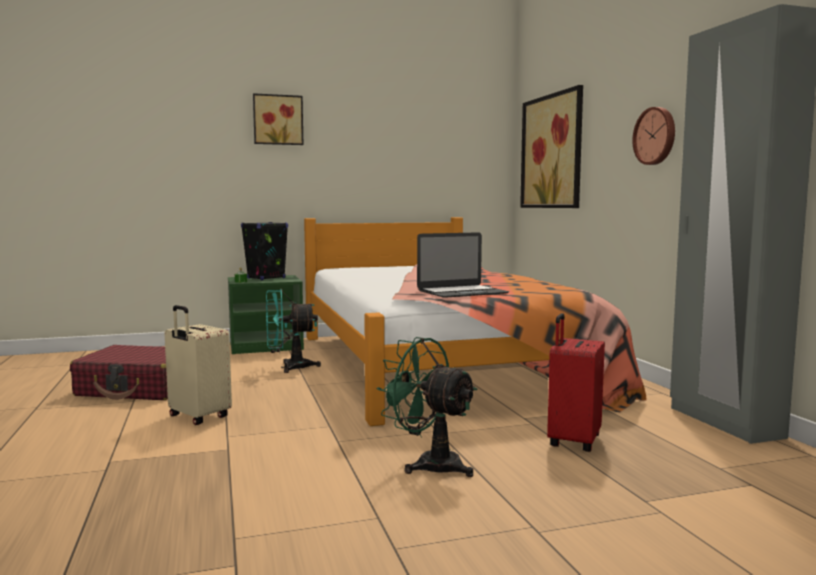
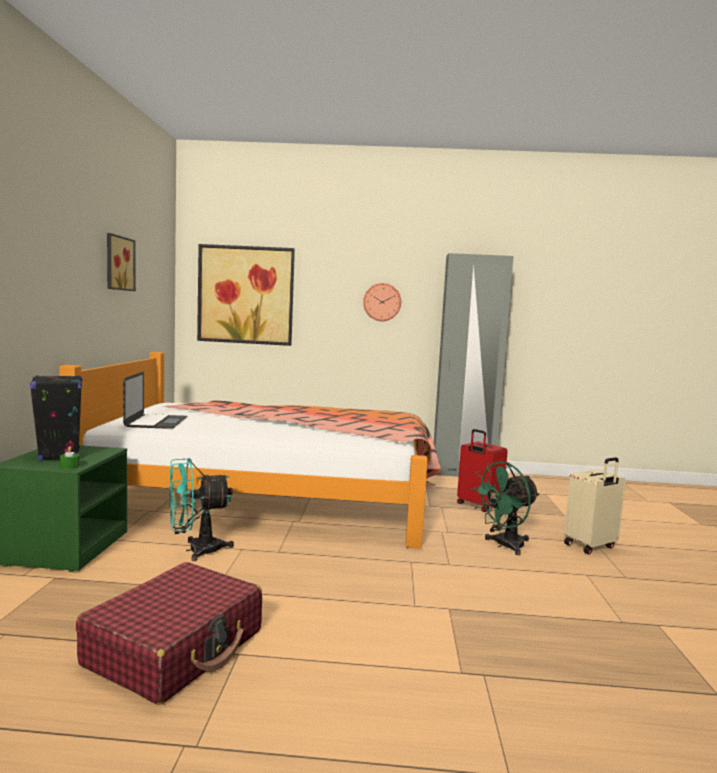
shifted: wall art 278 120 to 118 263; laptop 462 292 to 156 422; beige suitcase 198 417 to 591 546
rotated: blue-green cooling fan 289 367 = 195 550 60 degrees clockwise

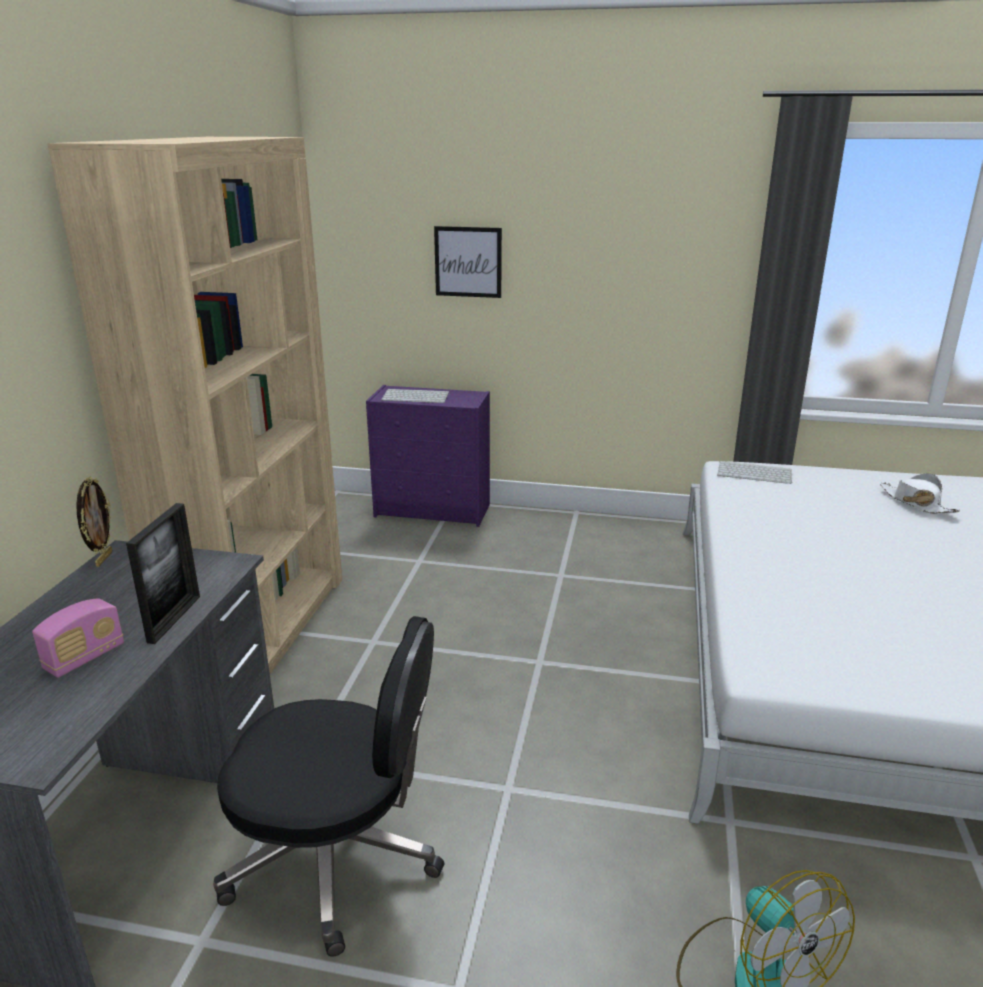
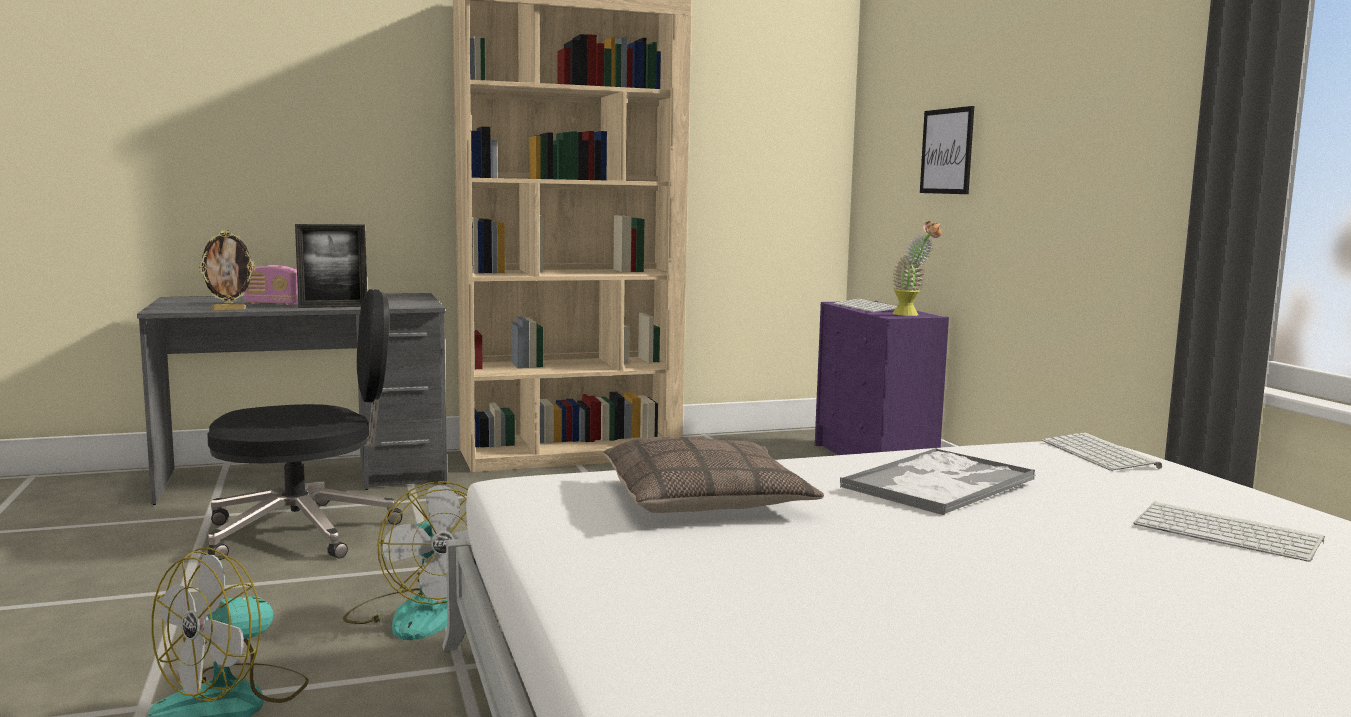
new: cooling fan 417 613; pillow 706 499; serving tray 940 483; potted plant 912 314
shifted: standing frame 103 559 to 229 310
swapped: whitish clothing hat 916 503 to computer keyboard 1229 533
rotated: black-coloured computer chair 338 858 = 306 531 90 degrees counterclockwise

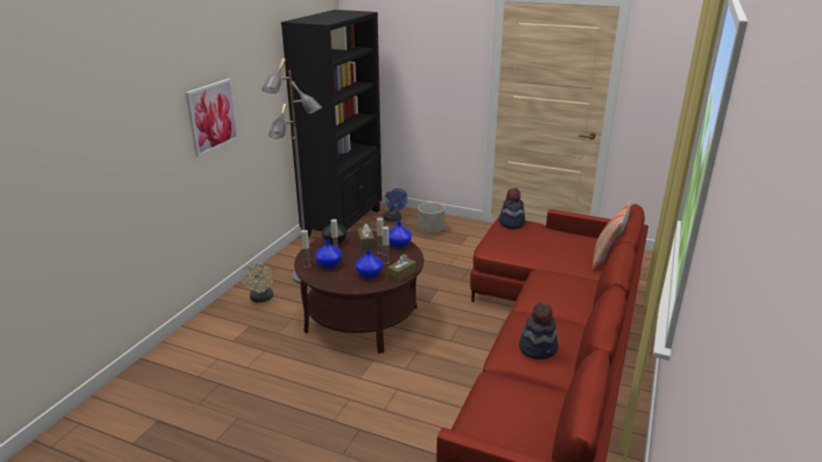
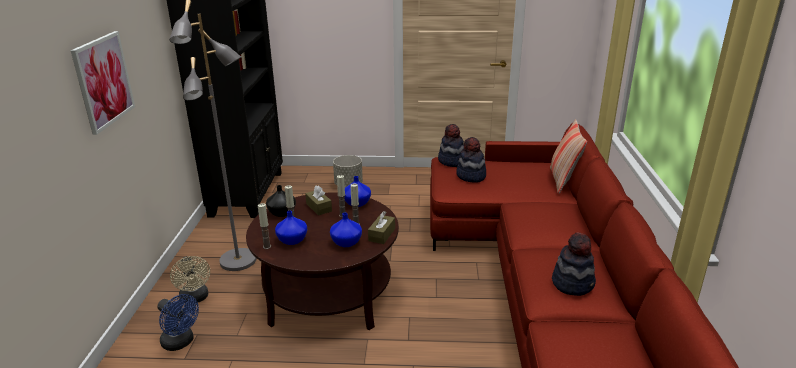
new: clothing hat 470 176
shifted: blue-coloured cooling fan 394 219 to 181 343

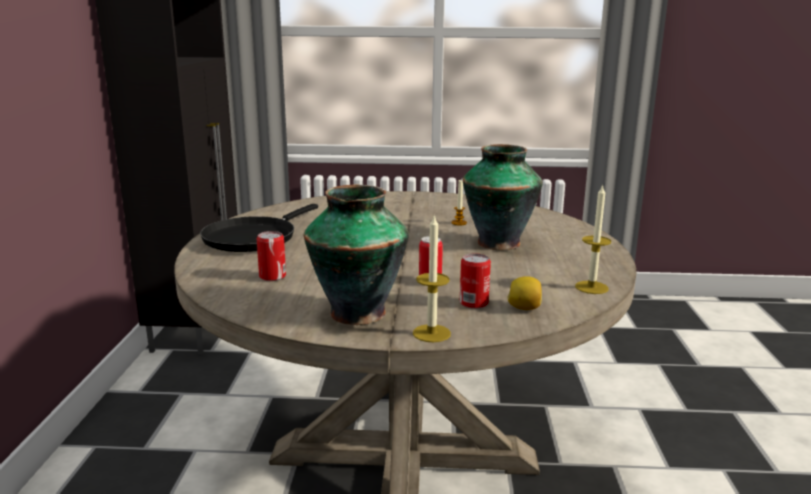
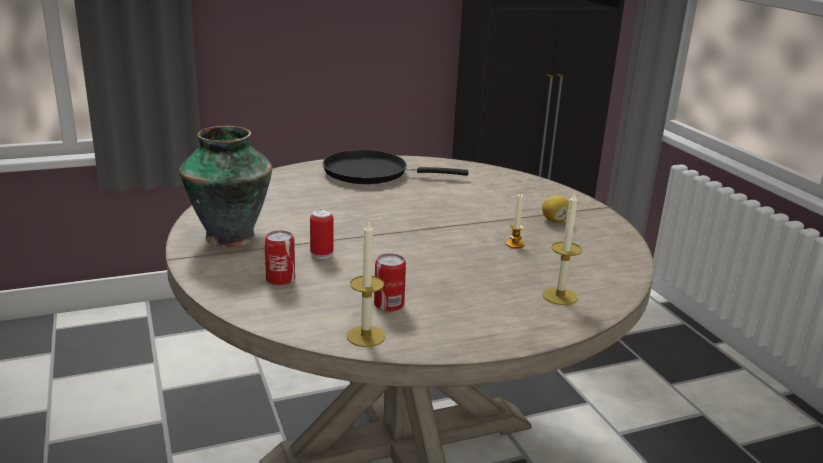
gone: flower vase 497 242
shifted: can 272 276 to 389 304; citrus fruit 524 308 to 554 220; wax light 431 333 to 560 296

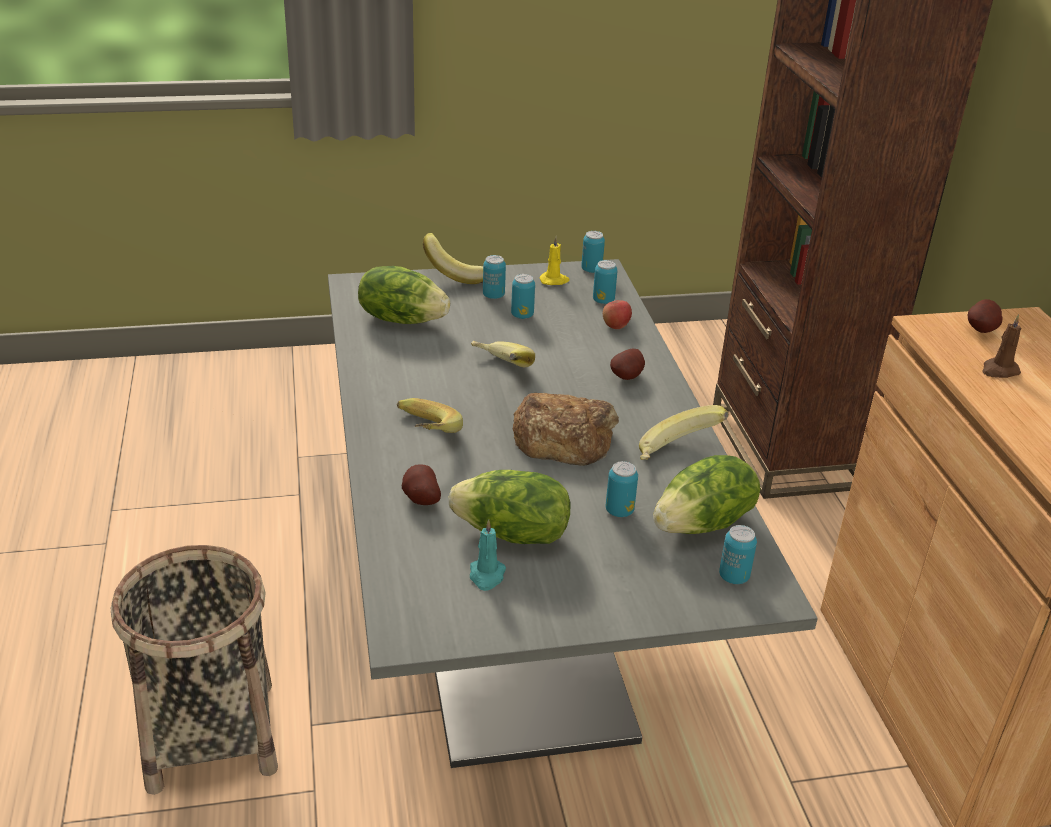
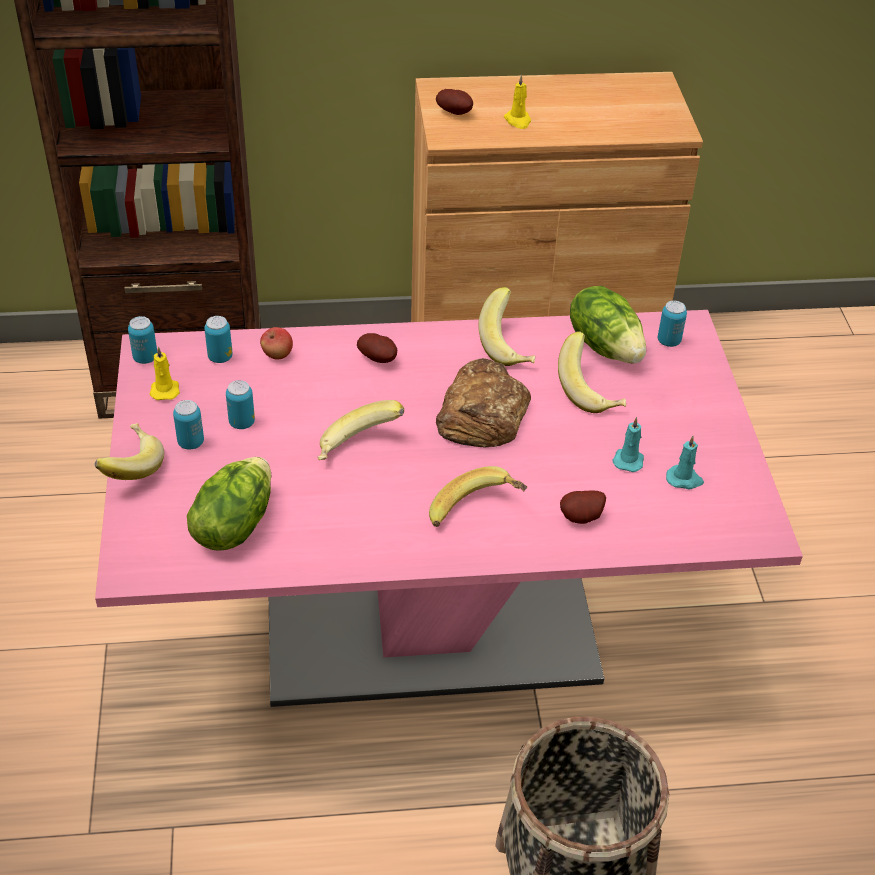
swapped: can 619 511 to whole banana 591 391; head of lettuce 512 534 to blue-green wax light 628 460
repainted: grey dining table 515 628 to pinkish dining table 430 623; brownish wax light 999 370 to yellow-coloured wax light 518 121

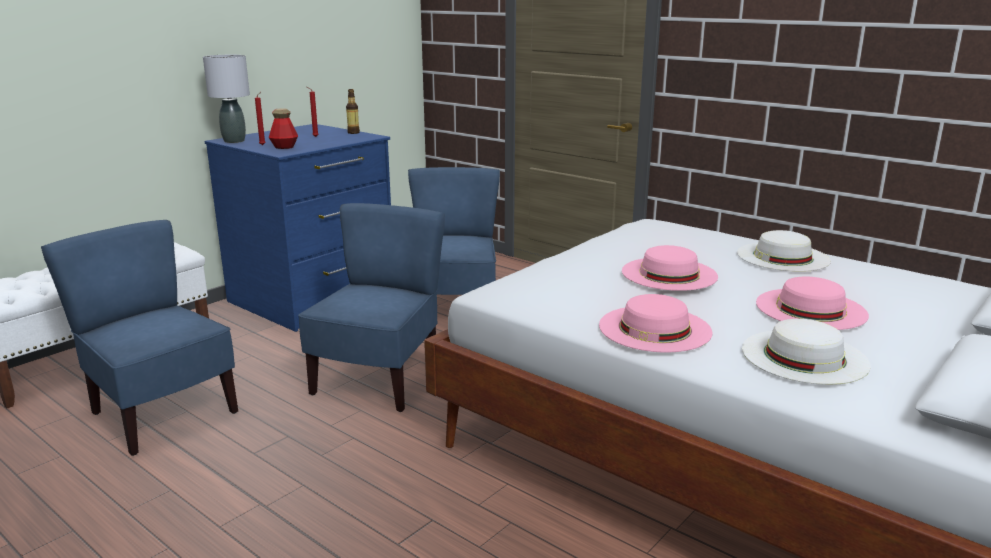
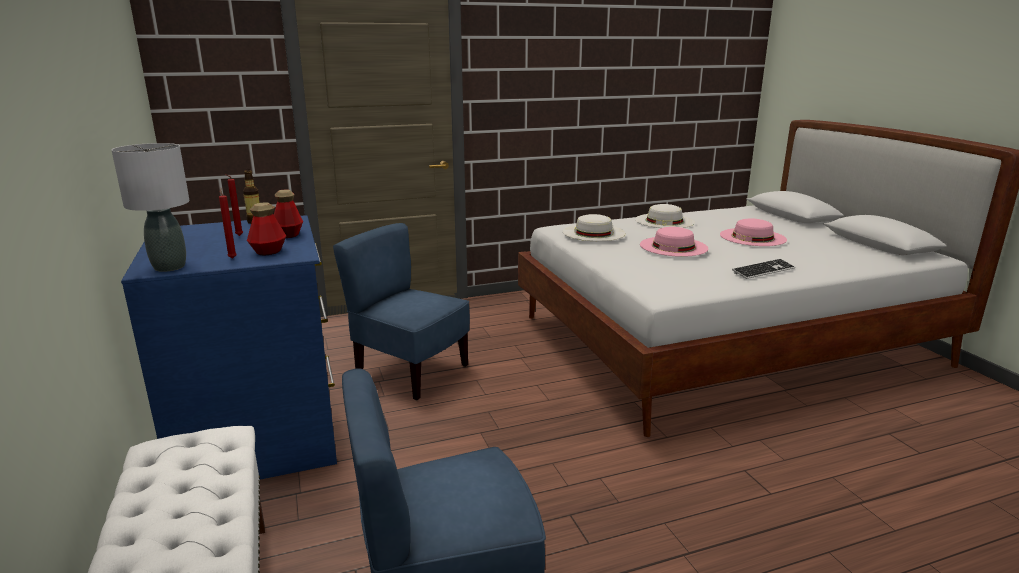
gone: blue-coloured plain chair 378 381
new: bottle 288 235
shifted: whitish clothing hat 804 356 to 593 232
swapped: pinkish clothing hat 654 328 to computer keyboard 763 270

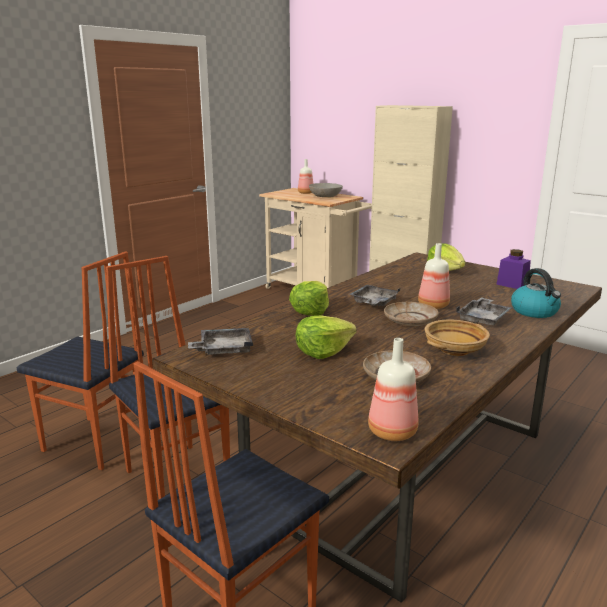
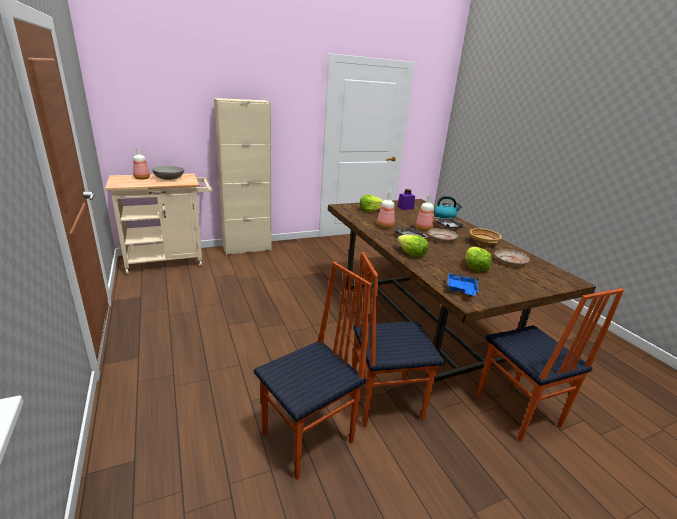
shifted: bottle 391 433 to 385 226
repainted: grey serving tray 223 349 to blue-coloured serving tray 461 289

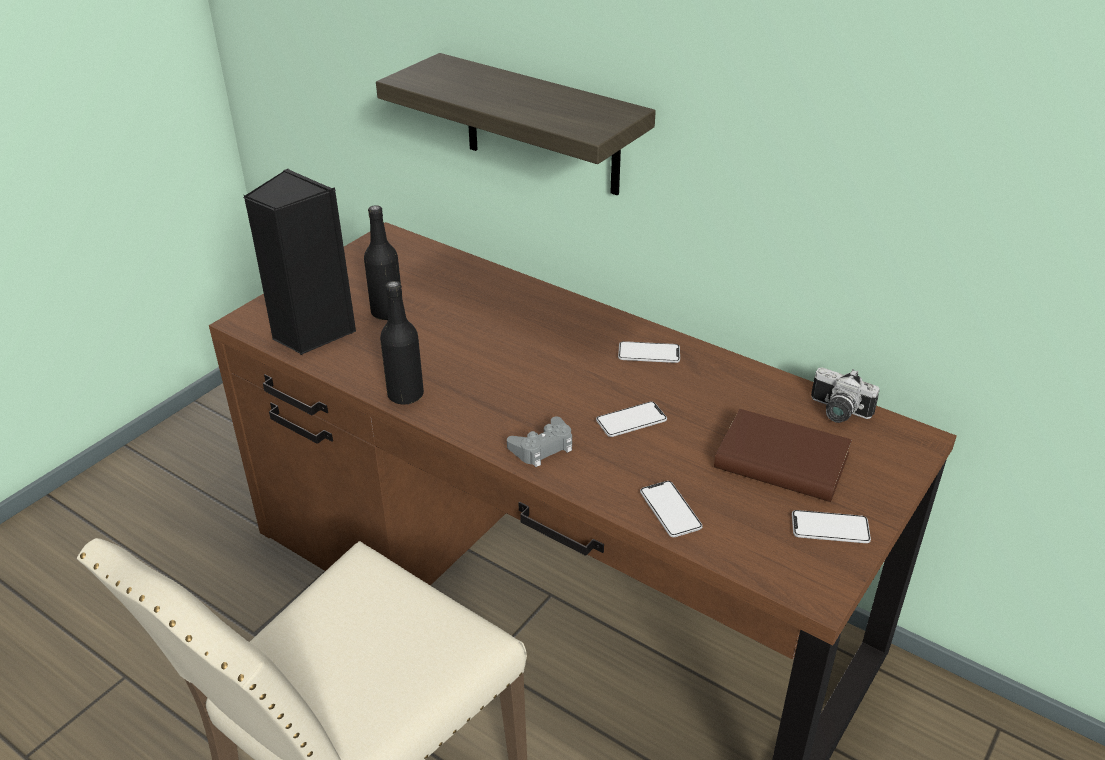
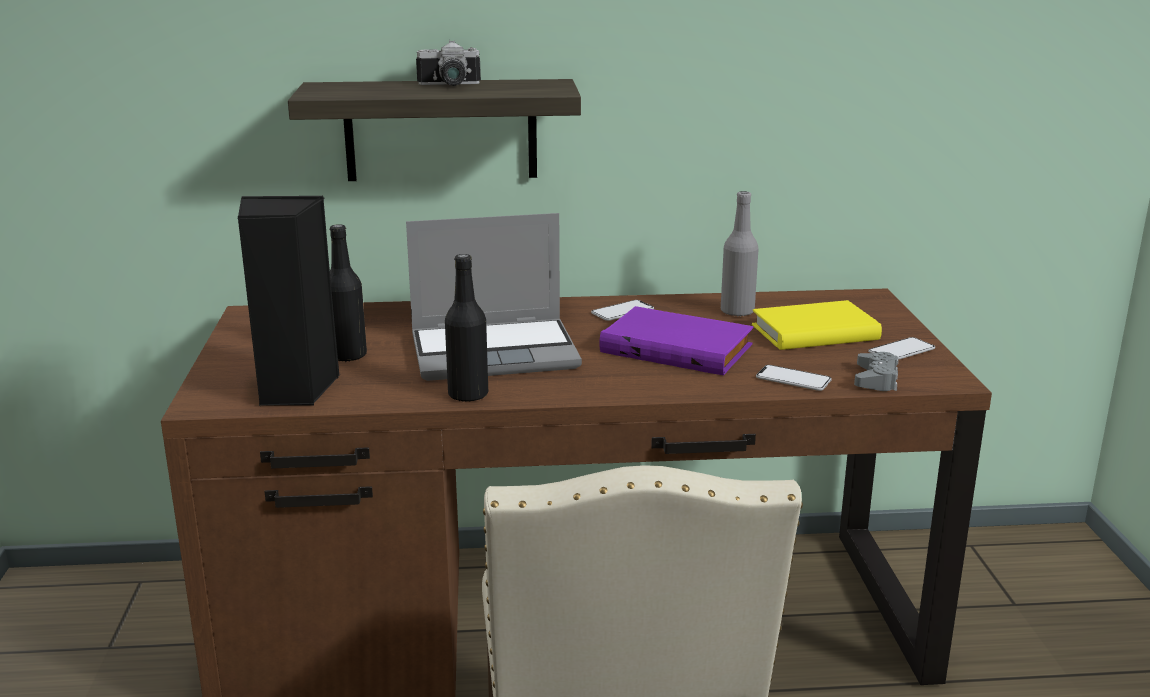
new: laptop 496 351; grey bottle 737 311
shifted: still camera 837 412 to 449 85; grey joypad 542 447 to 876 379
swapped: handset 631 420 to purple bound book 678 348
repainted: brownish bound book 781 461 to yellow-coloured bound book 815 333

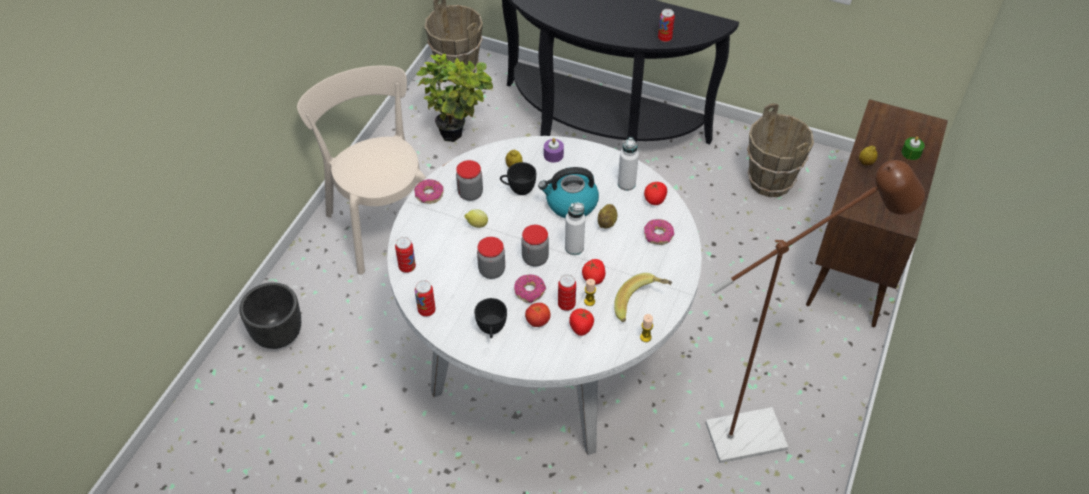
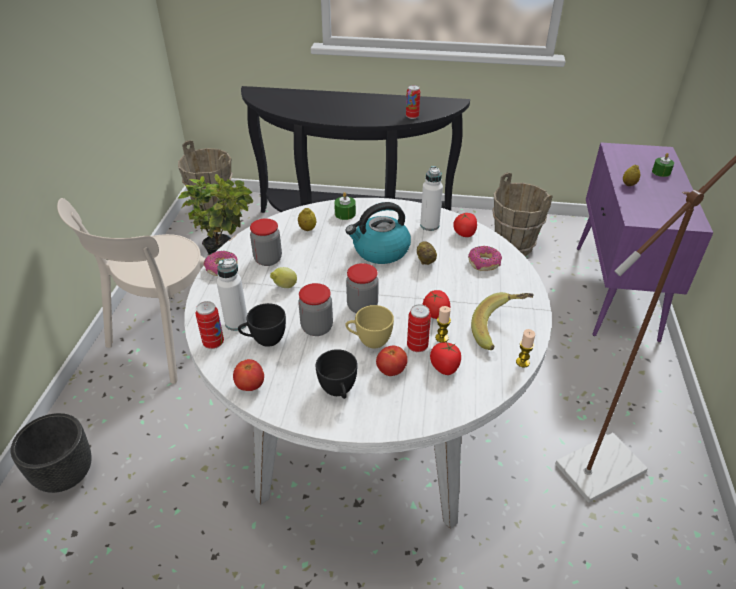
shifted: whitish bottle 574 247 to 236 323; black-coloured small cup 518 189 to 264 340
swapped: can 426 310 to tomato 250 385; donut 529 291 to yellow-coloured small cup 369 341
repainted: purple wax light 553 155 to green wax light 345 213; brownish cupboard 856 261 to purple cupboard 615 292
rotated: beige plain chair 383 223 = 167 340 105 degrees counterclockwise

